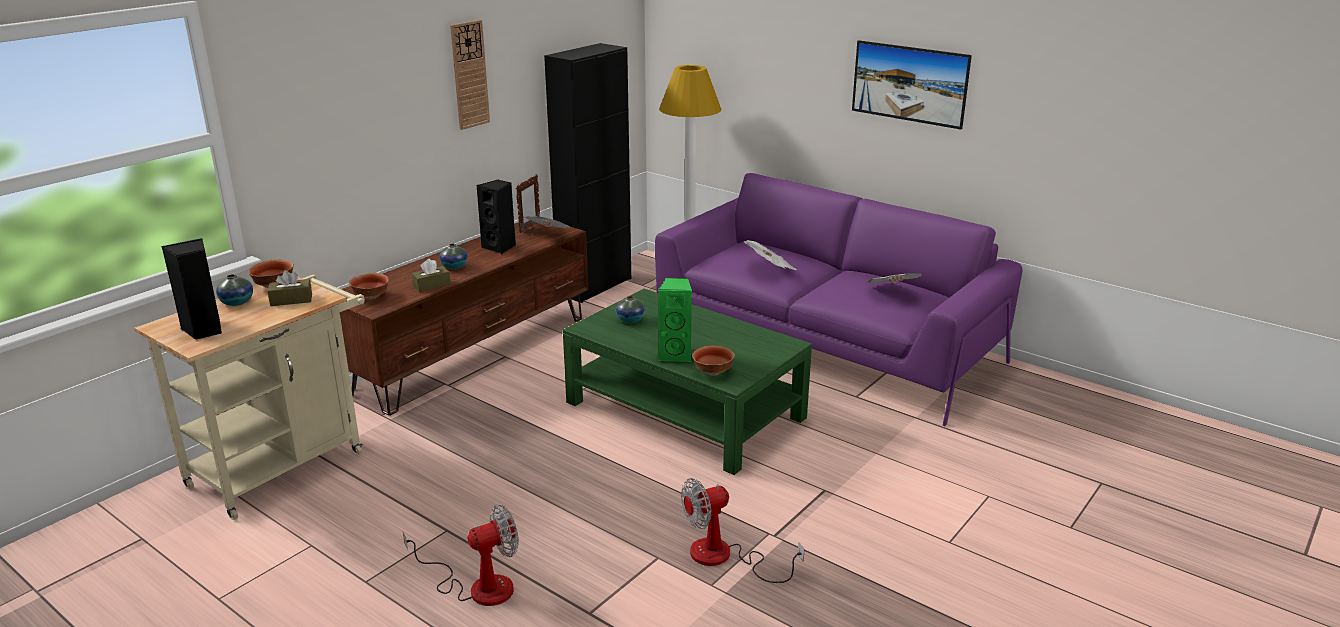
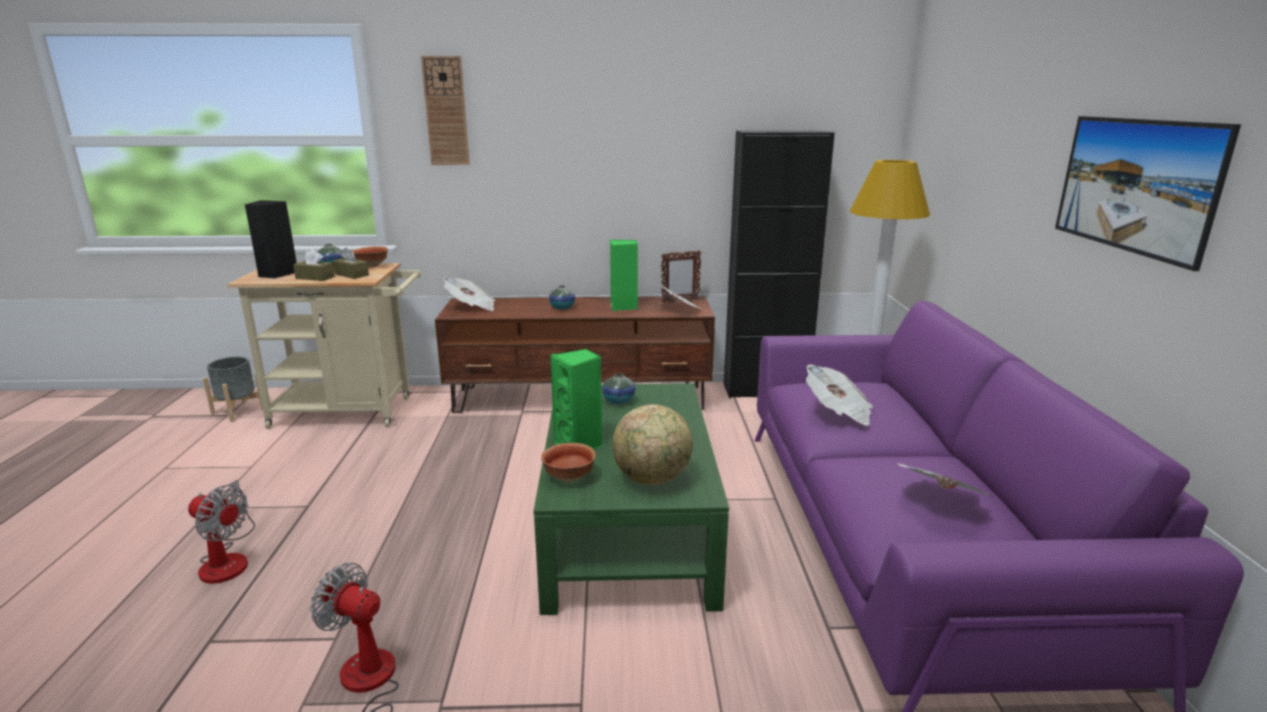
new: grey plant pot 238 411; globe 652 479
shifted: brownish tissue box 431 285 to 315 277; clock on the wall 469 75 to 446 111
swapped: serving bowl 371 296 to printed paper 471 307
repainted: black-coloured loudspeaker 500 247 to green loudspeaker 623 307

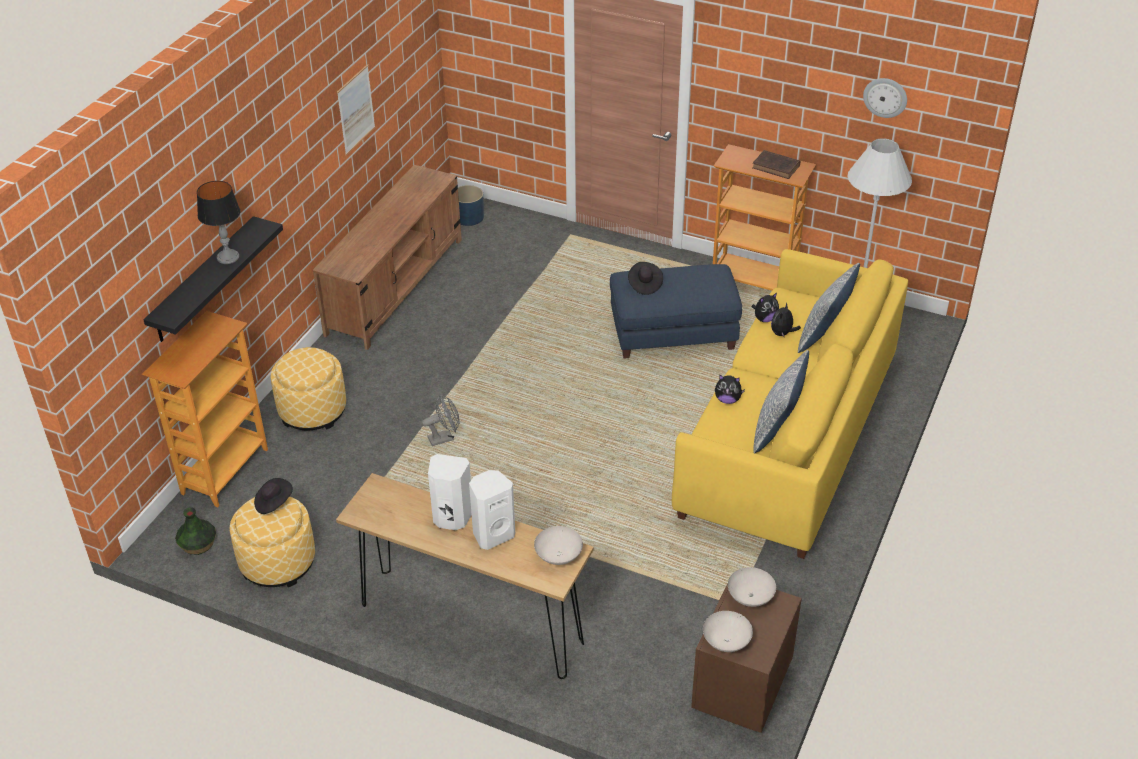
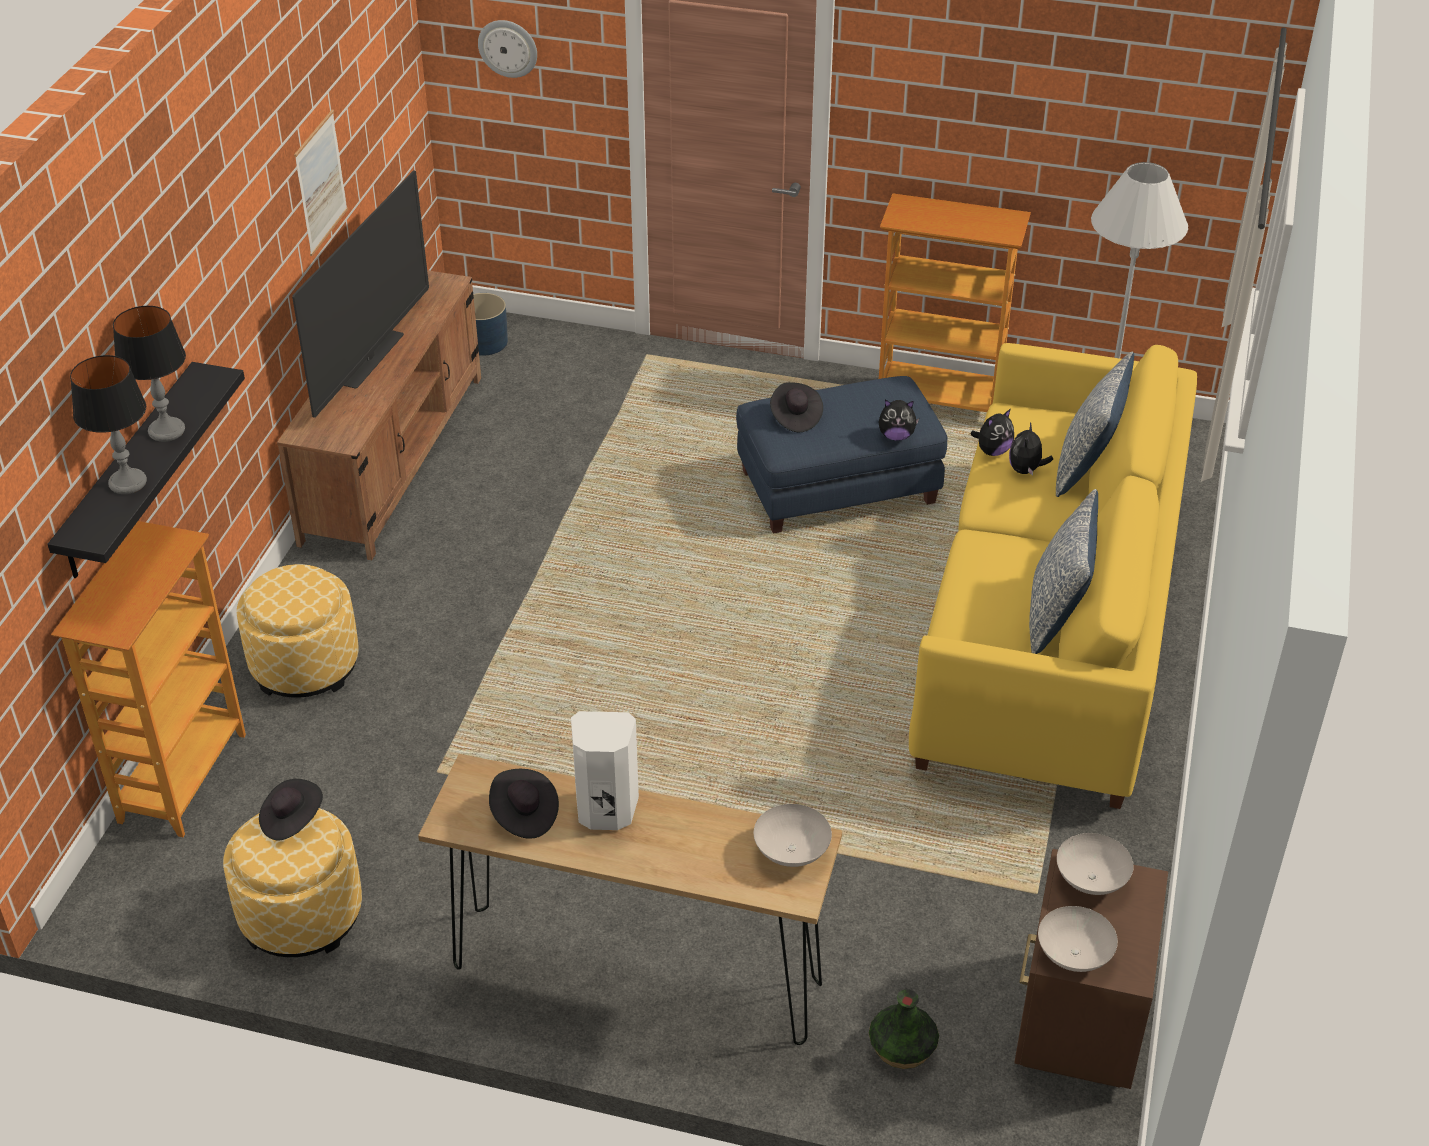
gone: grey cooling fan 444 438; whitish loudspeaker 492 534; brownish bound book 777 167
new: lamp for a table 128 482; television 372 359; black-coloured clothing hat 524 815
shifted: clock on the wall 885 97 to 508 48; flower vase 198 545 to 902 1049; plush toy 727 400 to 896 436

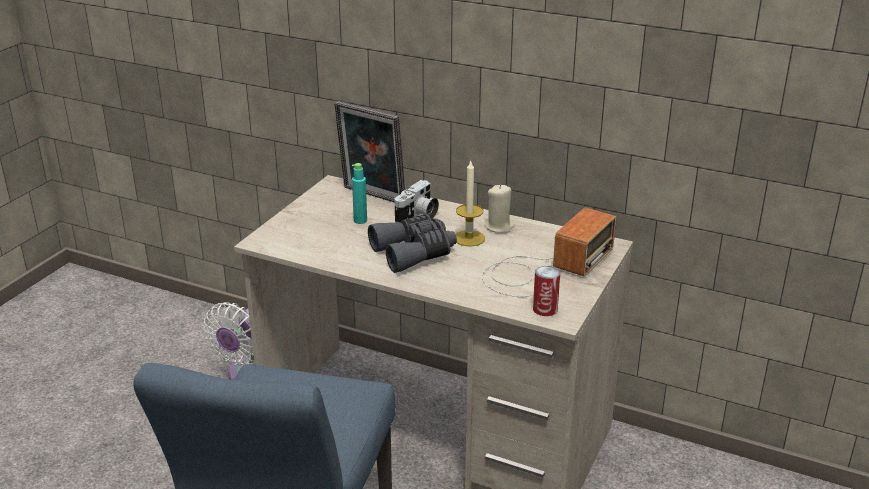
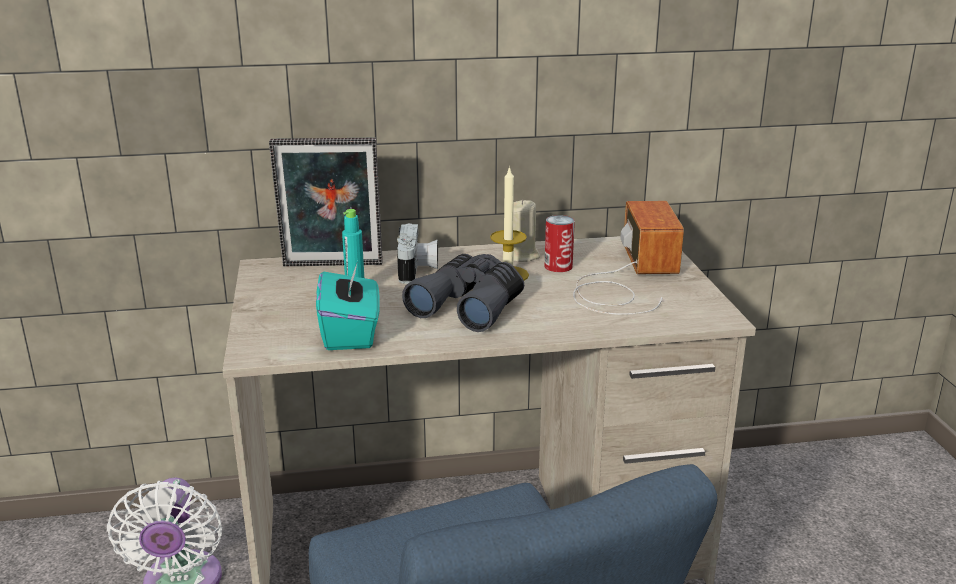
new: blue-green tissue box 350 333
shifted: can 545 309 to 558 266

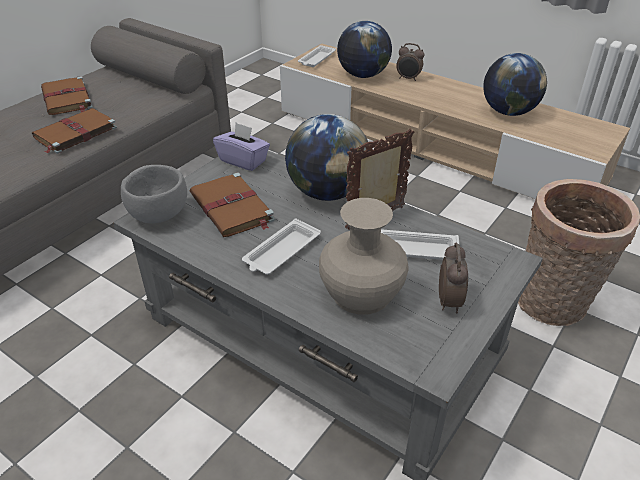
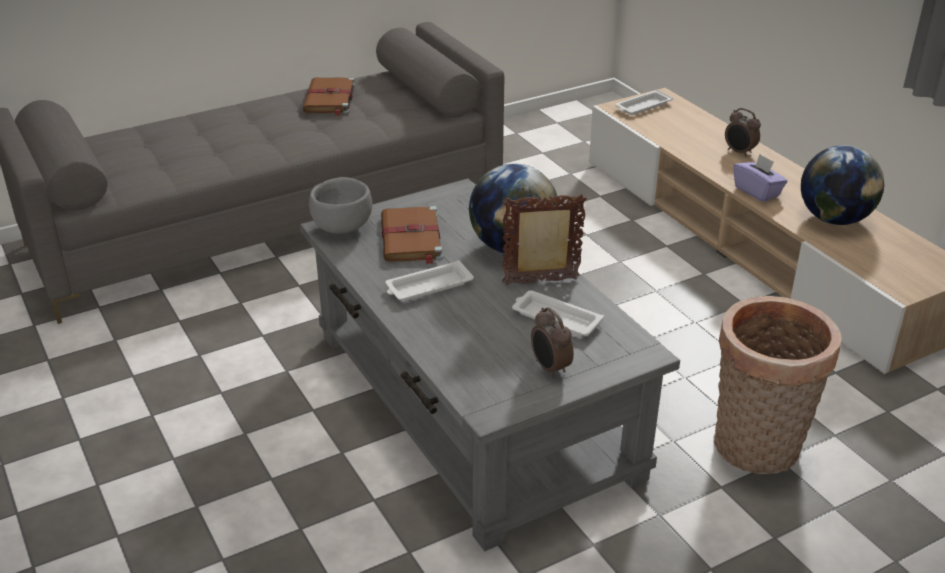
gone: brownish bound book 74 133; beige flower vase 361 293; globe 363 75
shifted: purple tissue box 243 160 to 757 191
rotated: alarm clock 450 301 = 549 368 120 degrees clockwise

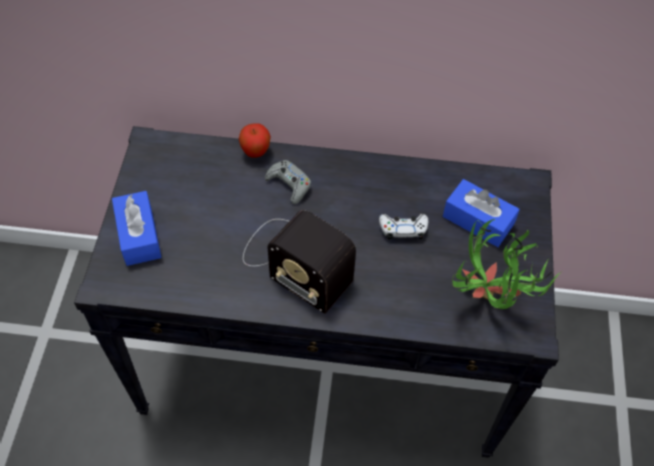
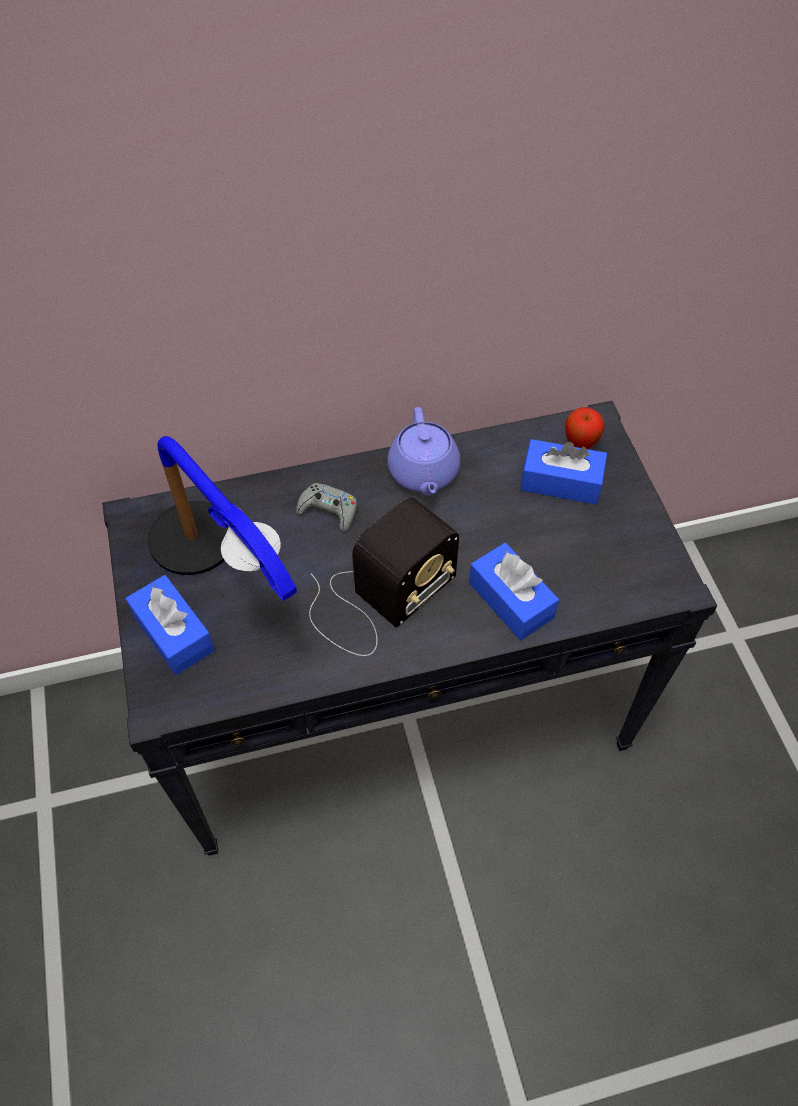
gone: whitish joypad 403 229; potted plant 487 304
new: lamp for a table 219 571; purple tea pot 423 473; blue-coloured tissue box 511 600
shifted: apple fruit 255 152 to 580 444
rotated: radio set 294 261 = 377 599 60 degrees counterclockwise

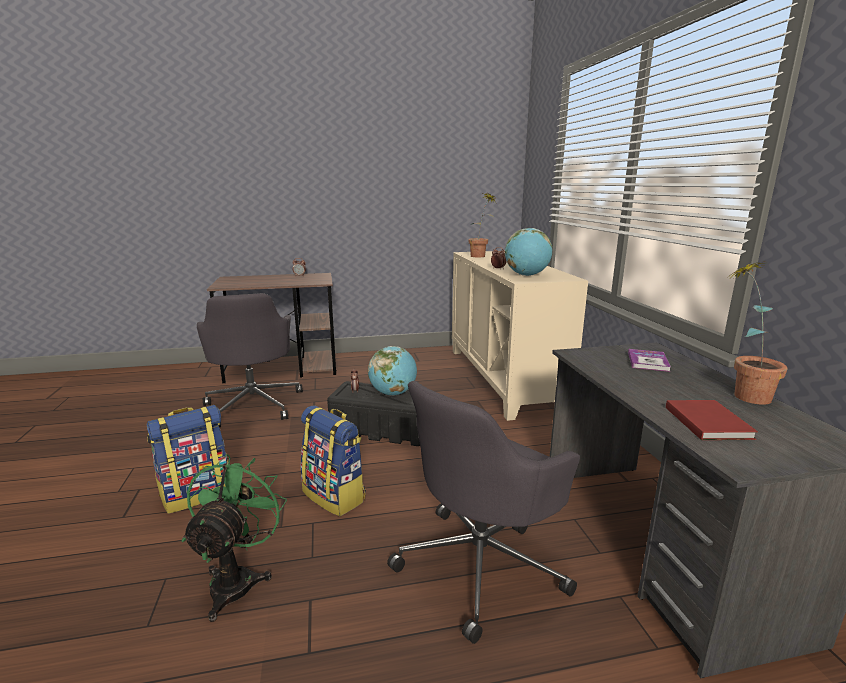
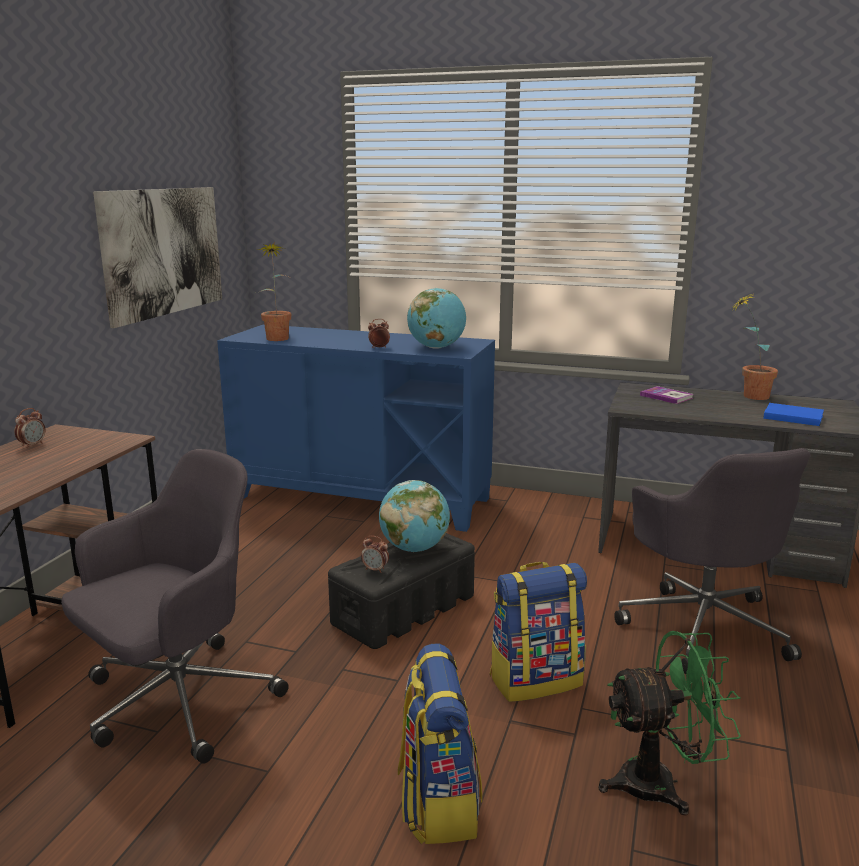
new: wall art 164 252
repainted: beige cupboard 504 378 to blue-coloured cupboard 362 498; red-coloured bound book 707 421 to blue-coloured bound book 791 416
rotated: grey computer chair 254 404 = 177 702 60 degrees counterclockwise; green cooling fan 238 579 = 661 783 135 degrees clockwise

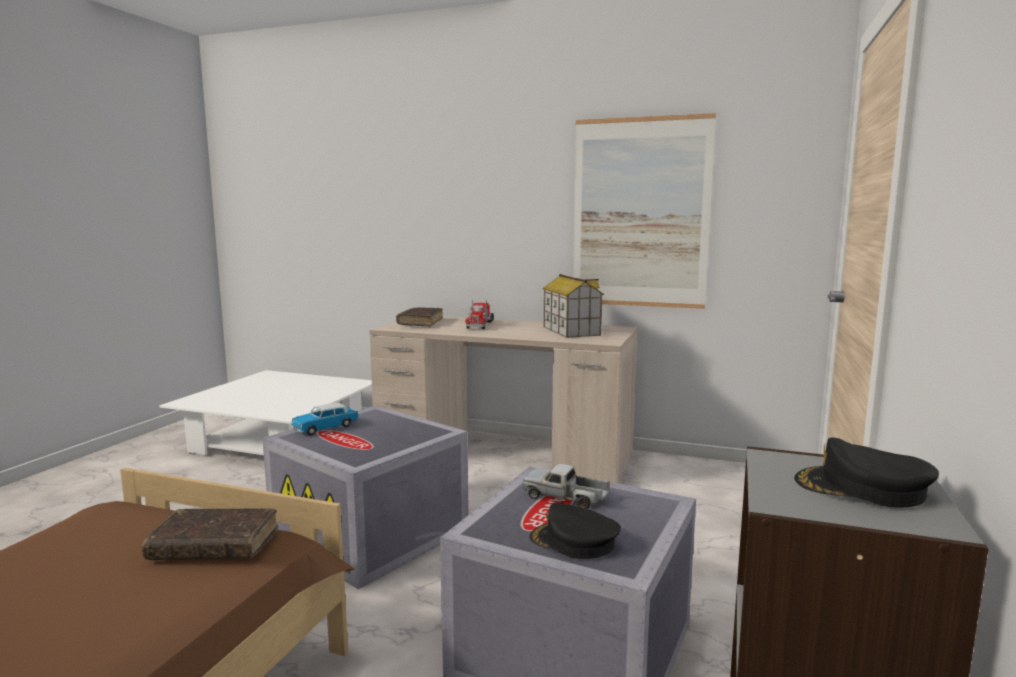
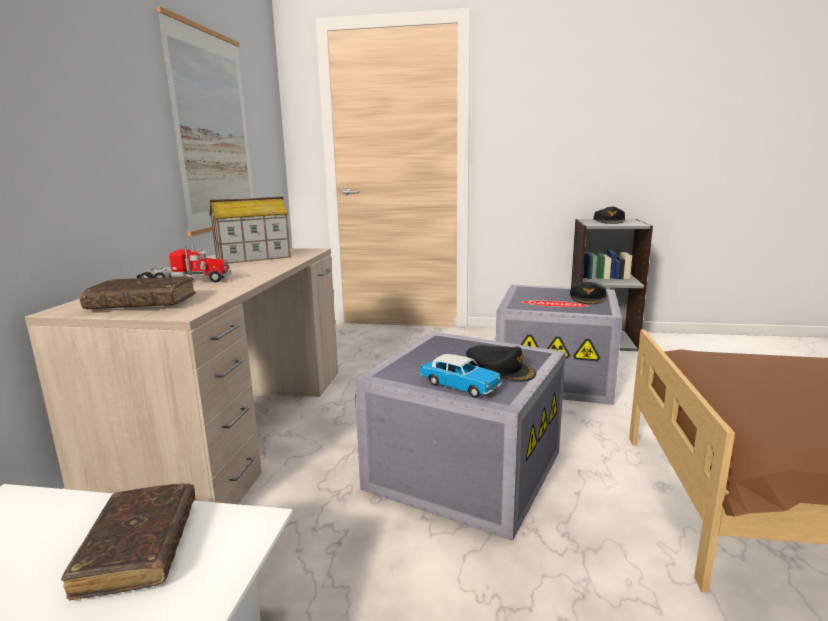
gone: toy truck 565 497
new: black-coloured cap 500 370
shifted: brownish bound book 214 546 to 139 548

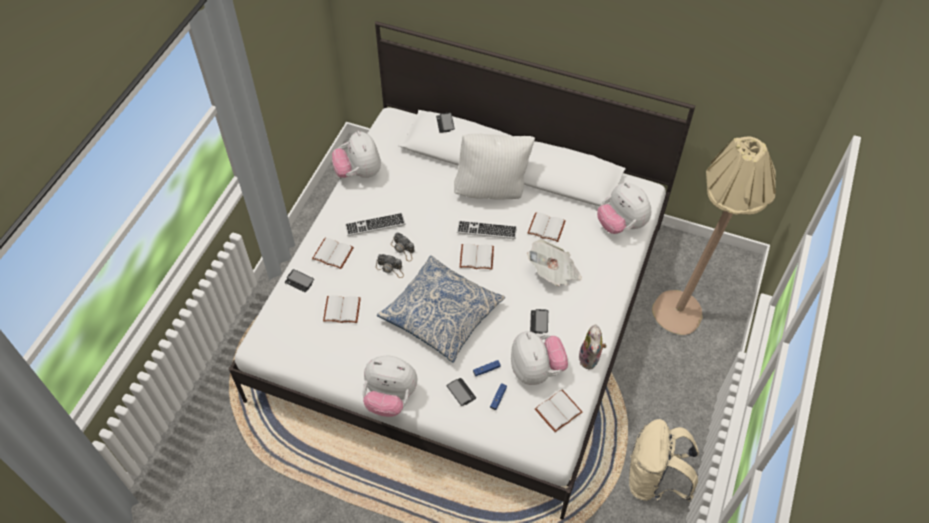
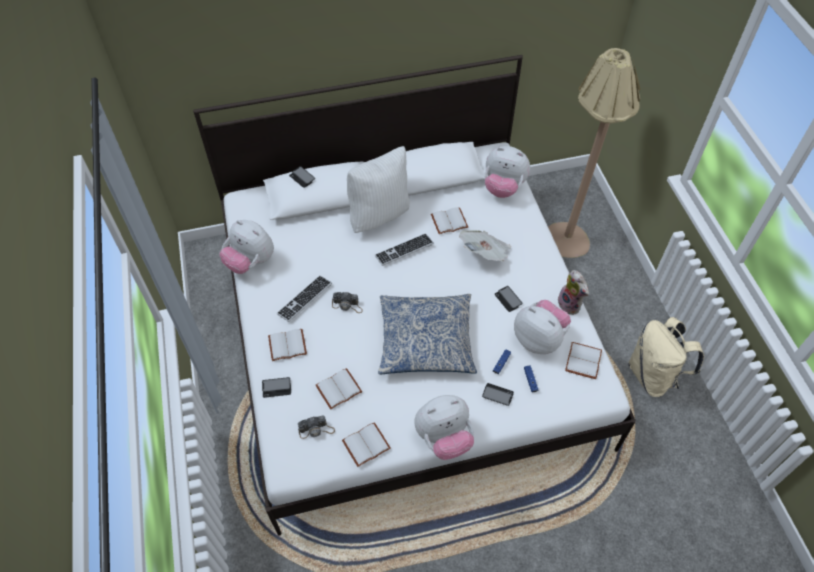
shifted: still camera 390 269 to 316 430; whitish bound book 477 256 to 366 443

